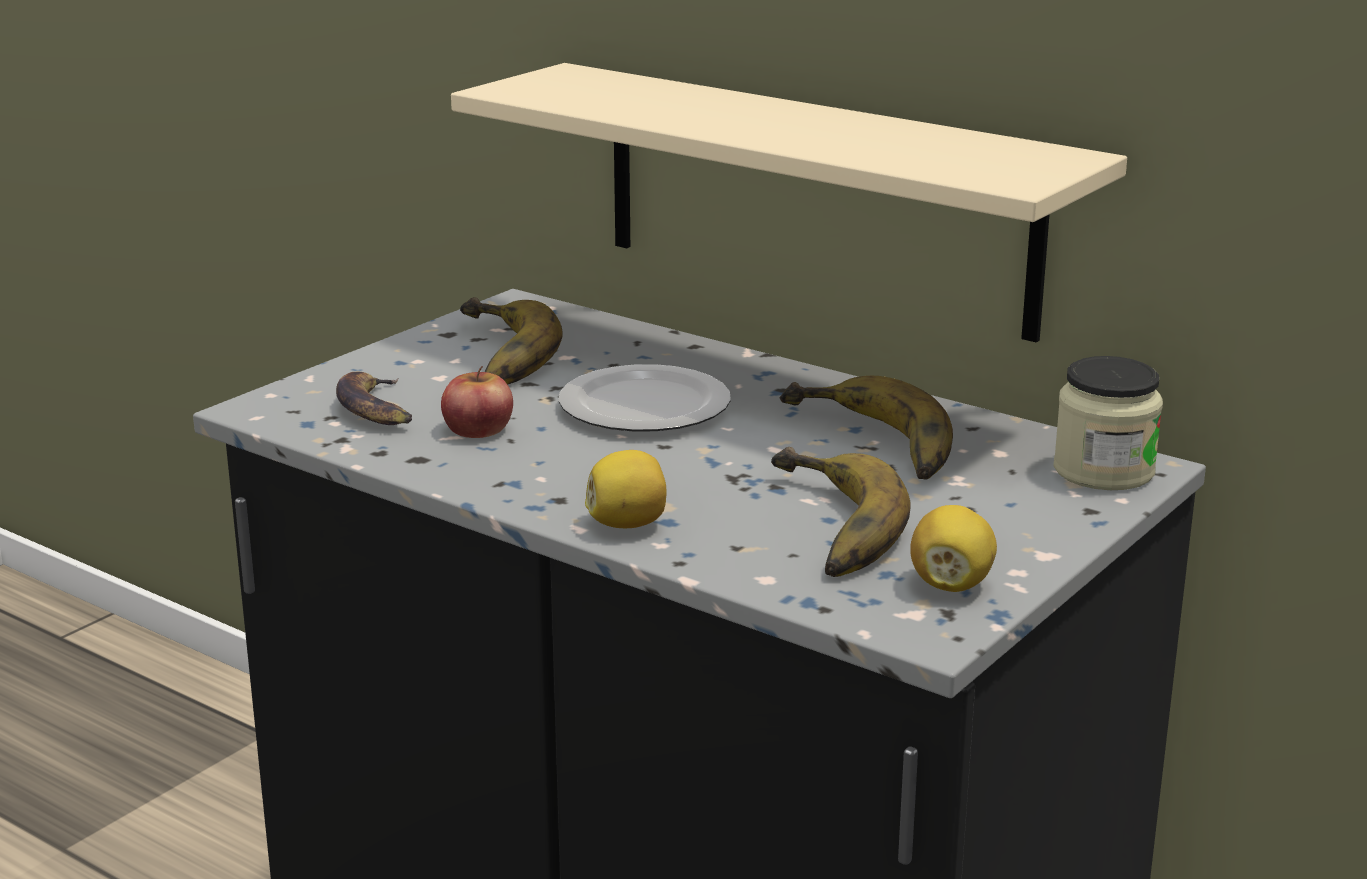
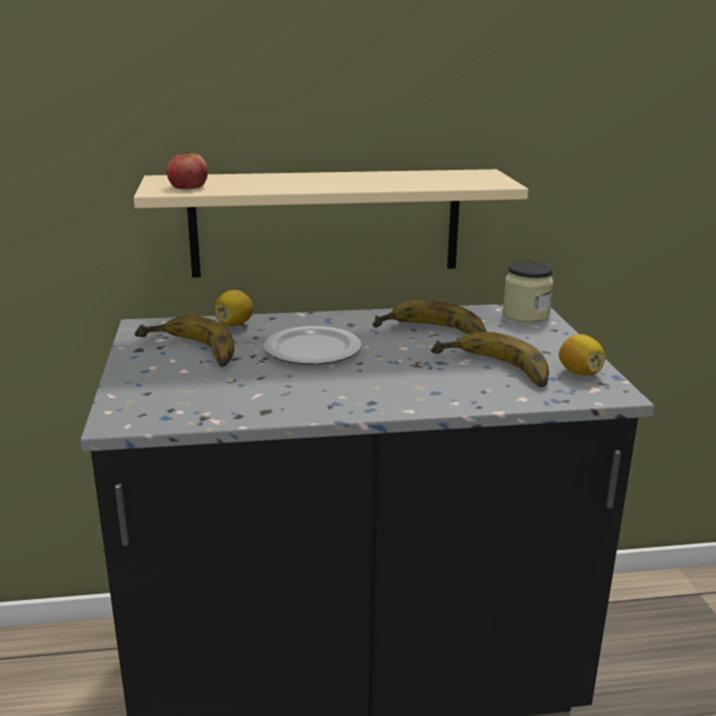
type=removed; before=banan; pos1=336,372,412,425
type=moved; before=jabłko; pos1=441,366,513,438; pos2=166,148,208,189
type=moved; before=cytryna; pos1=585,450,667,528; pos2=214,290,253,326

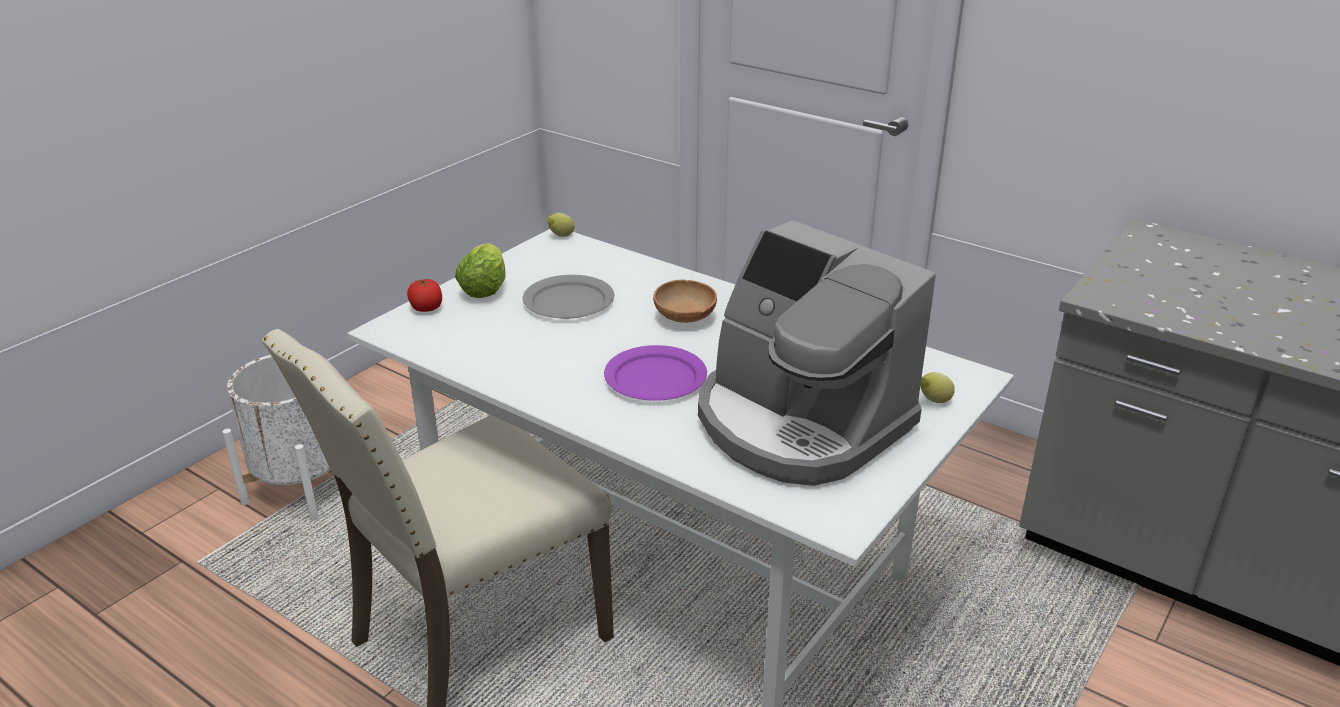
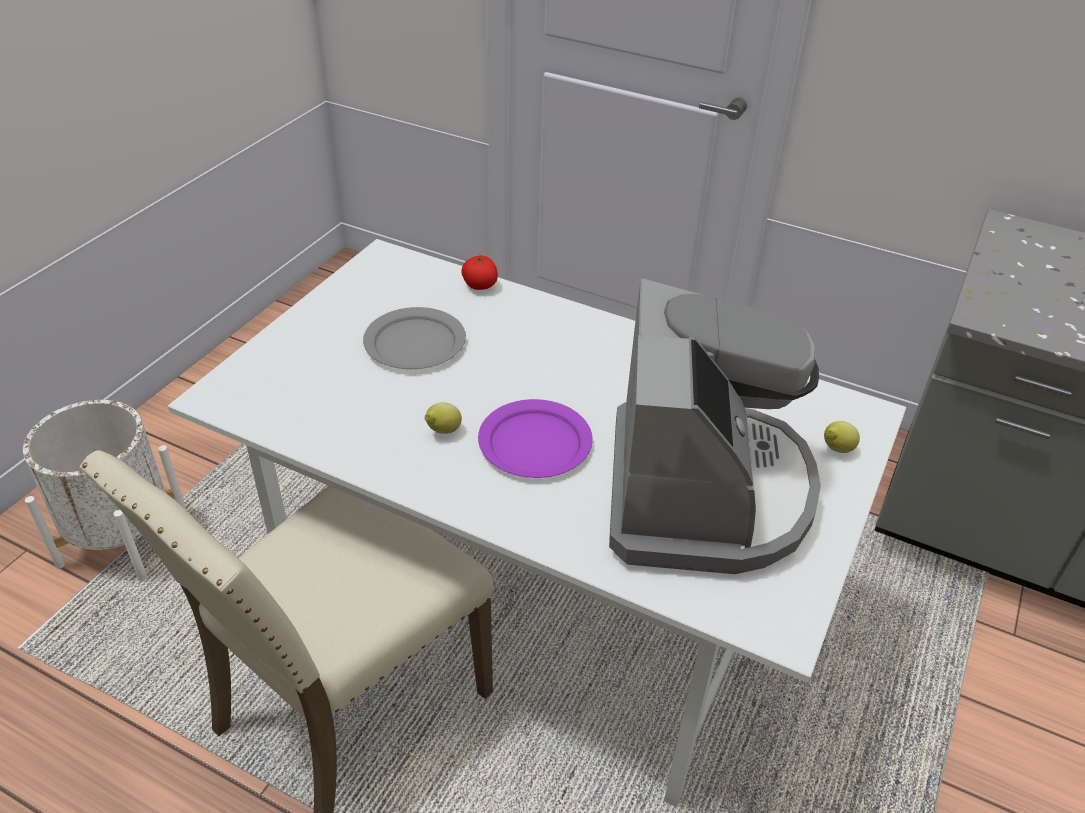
type=removed; before=sałata; pos1=455,243,506,298
type=removed; before=miska [brązowy]; pos1=653,280,717,323
type=moved; before=pomidor; pos1=407,279,442,312; pos2=461,254,498,290
type=moved; before=cytryna; pos1=546,213,575,237; pos2=425,402,462,434
type=turned; before=ekspres do kawy; pos1=698,220,936,486; pos2=609,278,821,574; turn=-120

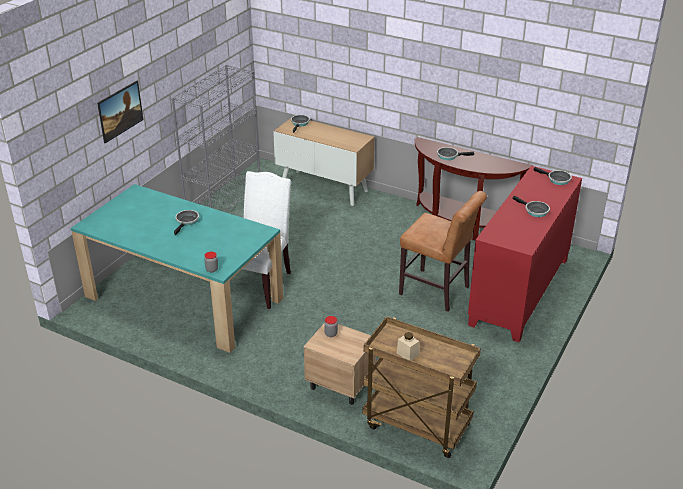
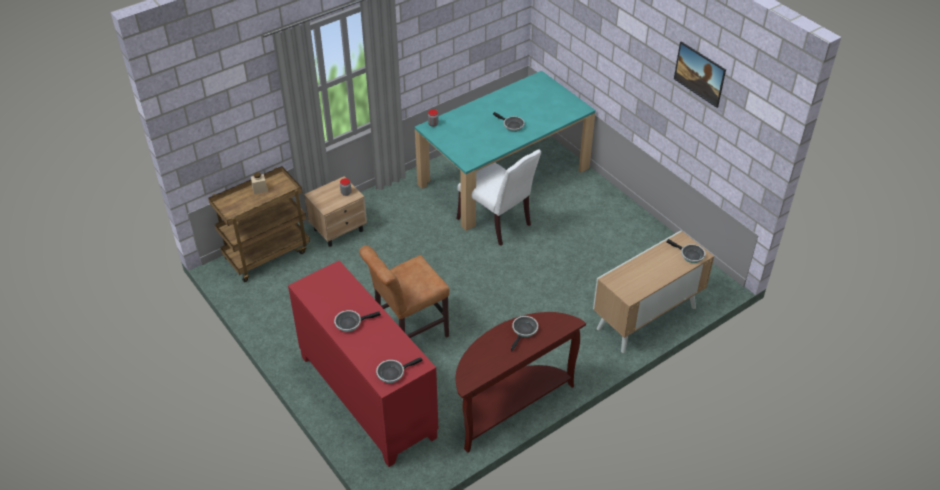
type=removed; before=regał [szary]; pos1=171,65,260,212
type=moved; before=obraz; pos1=97,81,143,143; pos2=674,41,726,108

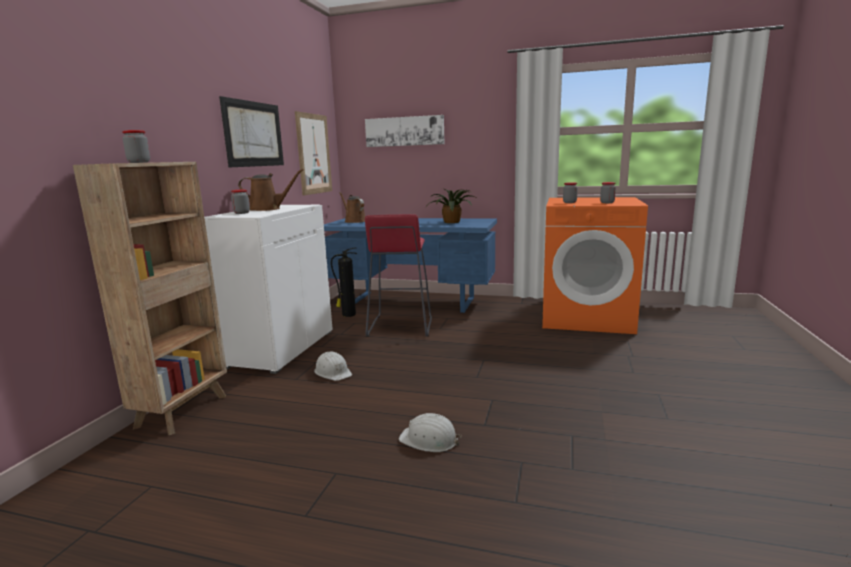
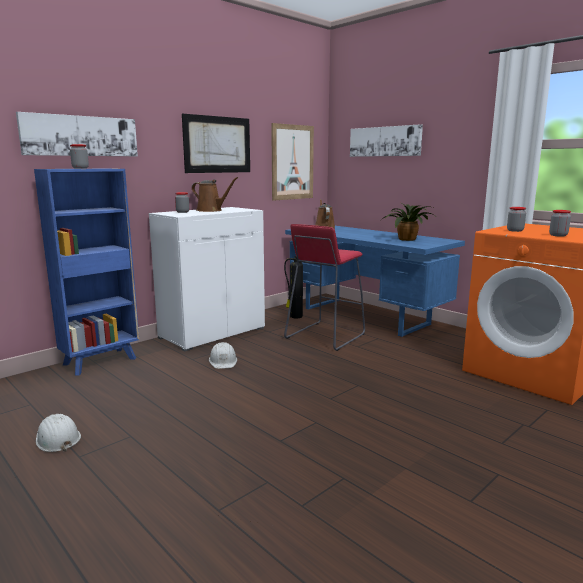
type=added; after=obraz; pos2=16,112,138,156
type=moved; before=kask [biały]; pos1=399,413,462,452; pos2=36,414,81,452
type=recoloured; before=regał [brązowy]; after=regał [niebieski]; pos1=73,162,227,435; pos2=34,169,139,375

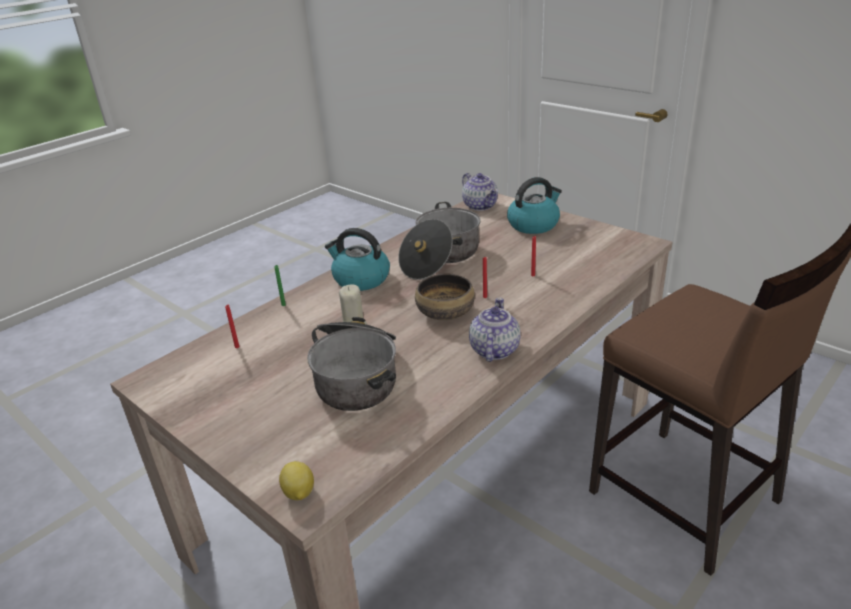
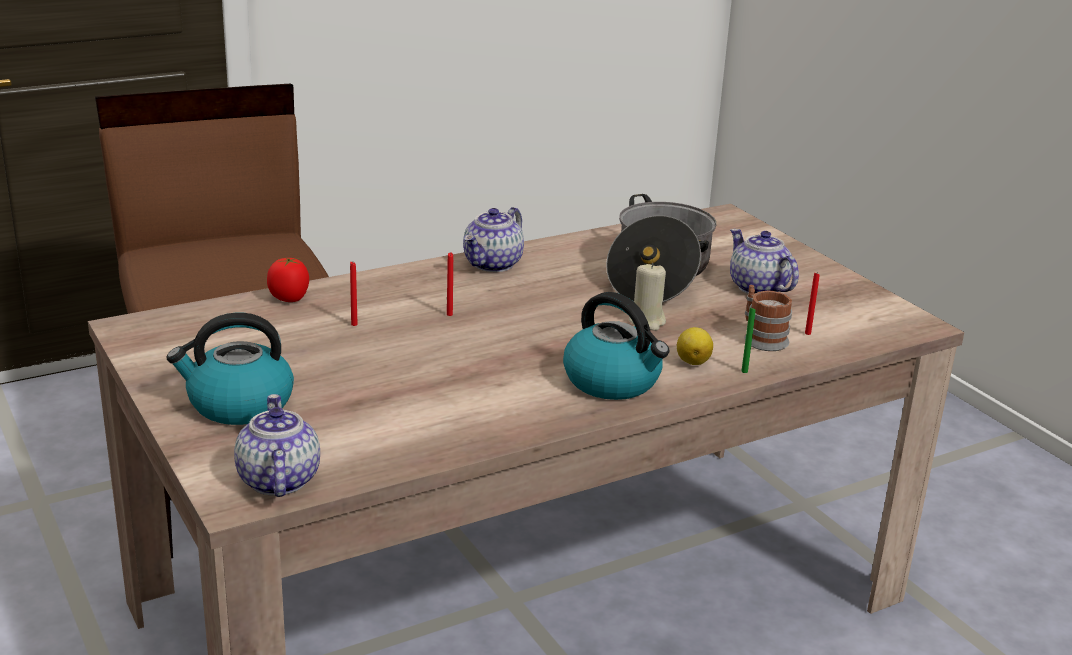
type=removed; before=garnek; pos1=398,202,480,280
type=removed; before=miska; pos1=415,274,475,320
type=added; after=pomidor; pos2=267,257,309,302
type=added; after=imbryk; pos2=730,229,799,294
type=added; after=kubek; pos2=744,285,792,351
type=moved; before=cytryna; pos1=279,461,314,500; pos2=677,327,713,365

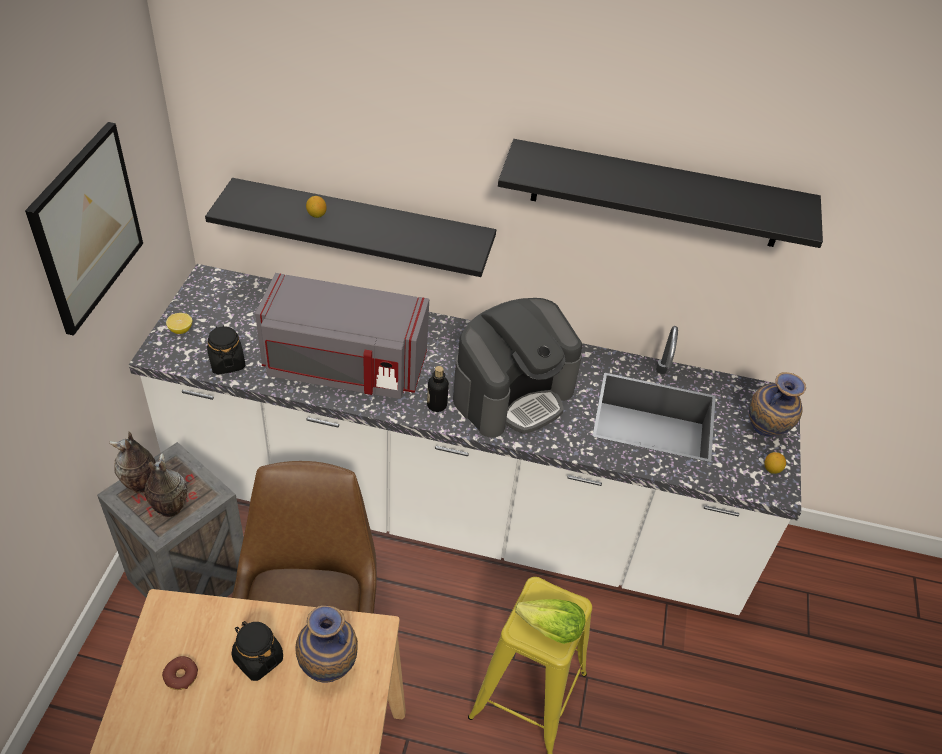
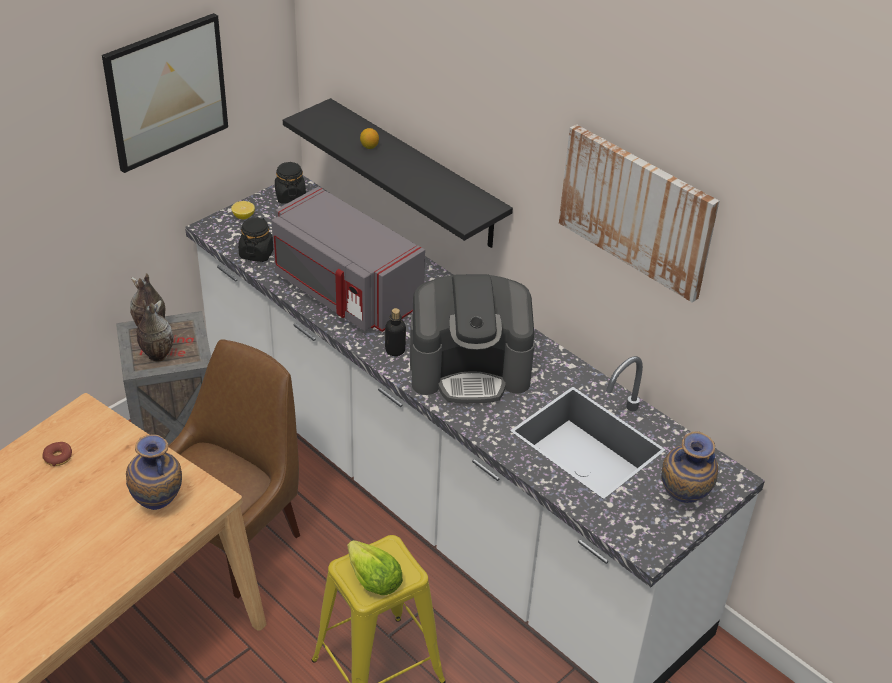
type=removed; before=cytryna; pos1=764,452,786,474
type=moved; before=słoik [czarny]; pos1=231,621,283,681; pos2=275,162,306,204
type=replaced; before=półka [czarny]; after=obraz; pos1=498,139,823,248; pos2=559,124,719,303

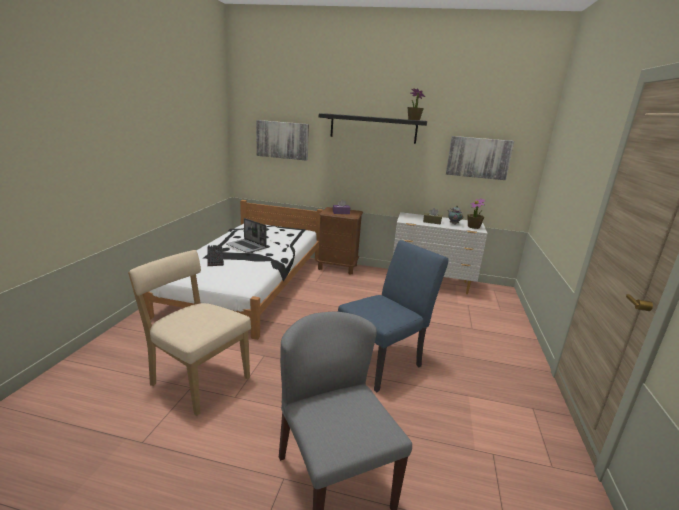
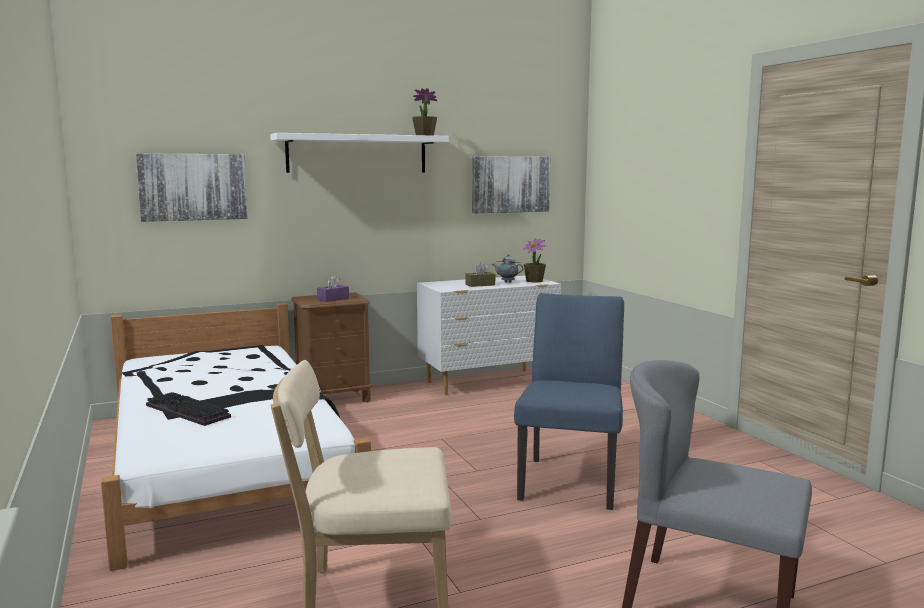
type=removed; before=laptop; pos1=226,218,266,253
type=recoloured; before=półka [czarny]; after=półka [biały]; pos1=319,113,427,144; pos2=270,133,449,173

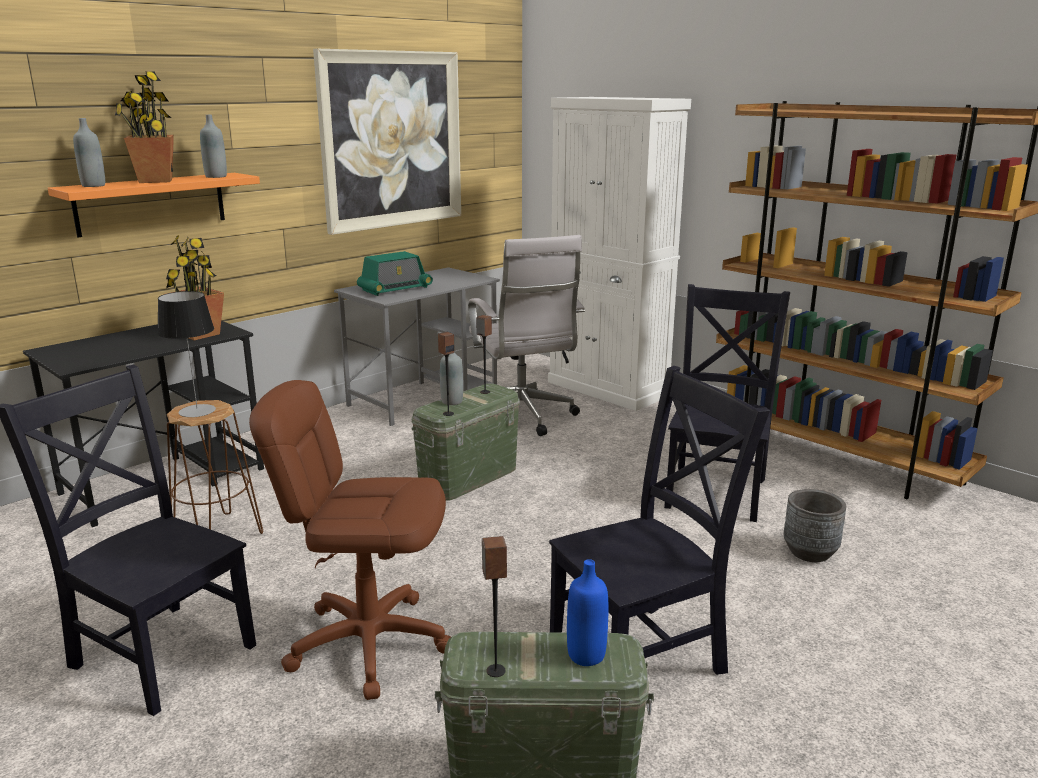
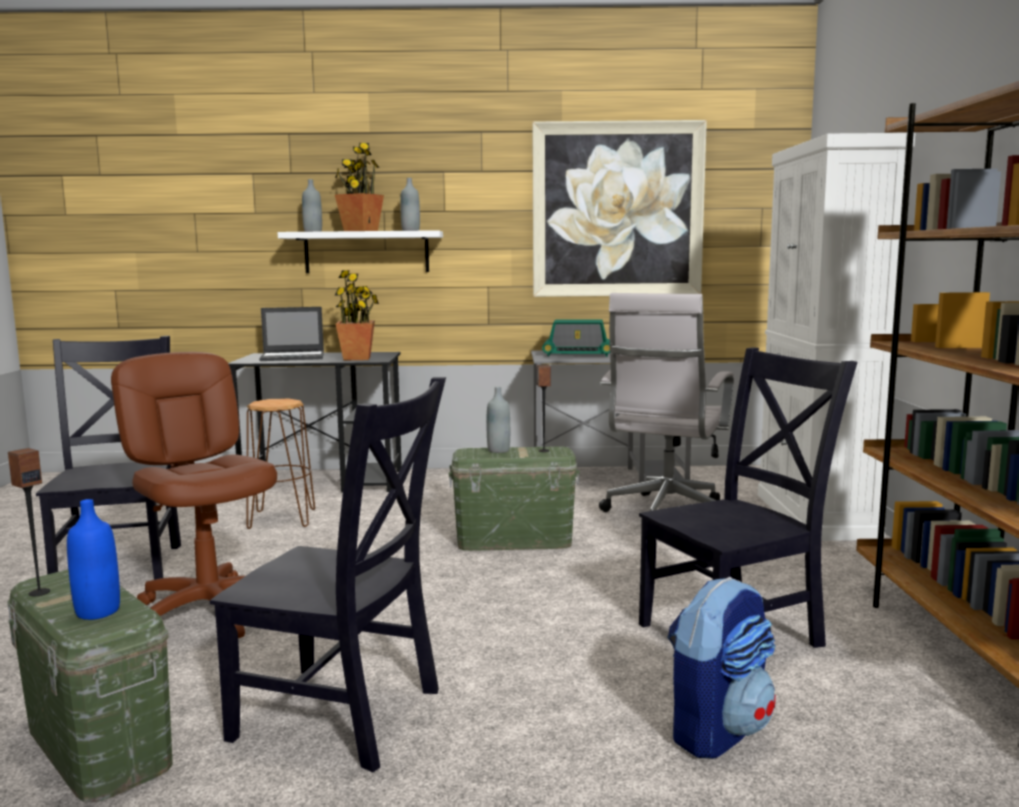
type=removed; before=lampa stołowa; pos1=157,291,216,417
type=removed; before=głośnik; pos1=438,332,455,416
type=added; after=laptop; pos2=259,307,324,361
type=replaced; before=donica [szary]; after=plecak; pos1=784,489,846,562; pos2=667,577,776,759
type=recoloured; before=półka [pomarańczowy]; after=półka [biały]; pos1=48,173,260,237; pos2=277,230,443,273

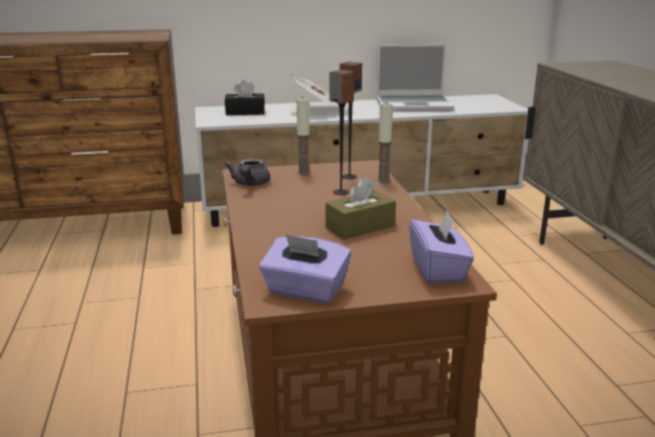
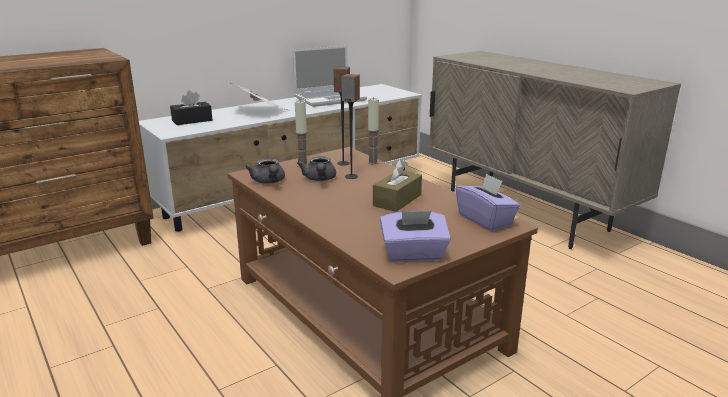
type=added; after=imbryk [szary]; pos2=297,156,336,181

